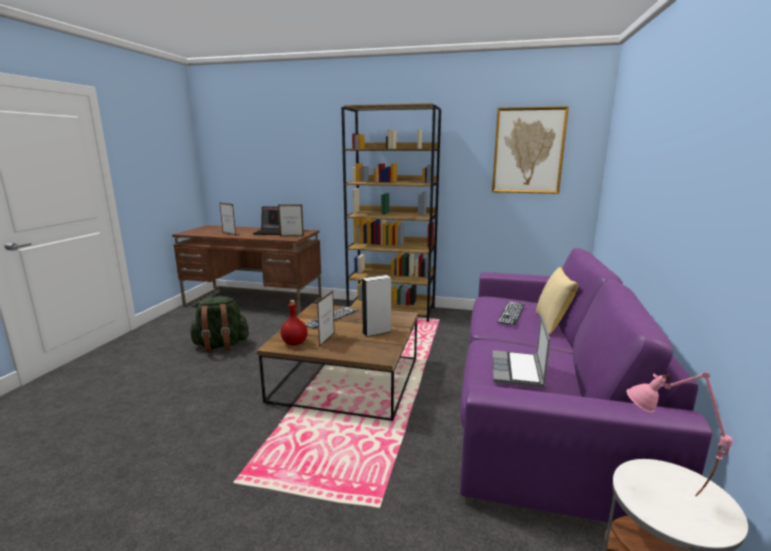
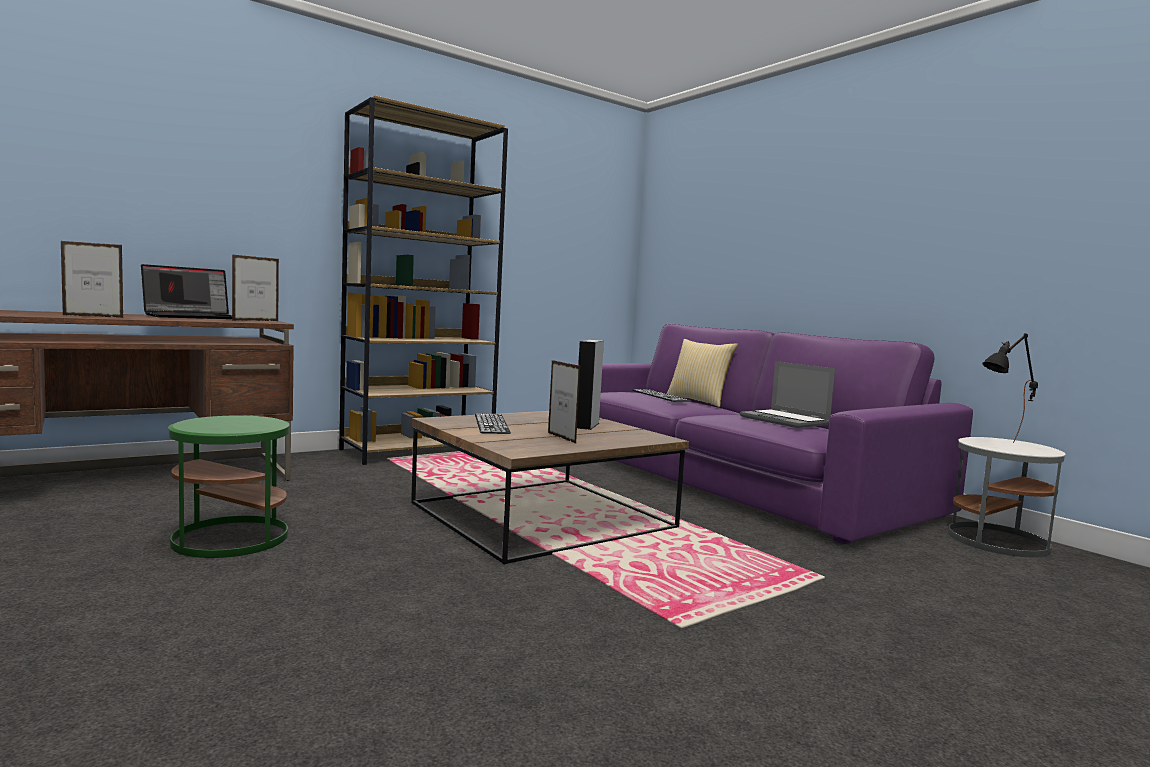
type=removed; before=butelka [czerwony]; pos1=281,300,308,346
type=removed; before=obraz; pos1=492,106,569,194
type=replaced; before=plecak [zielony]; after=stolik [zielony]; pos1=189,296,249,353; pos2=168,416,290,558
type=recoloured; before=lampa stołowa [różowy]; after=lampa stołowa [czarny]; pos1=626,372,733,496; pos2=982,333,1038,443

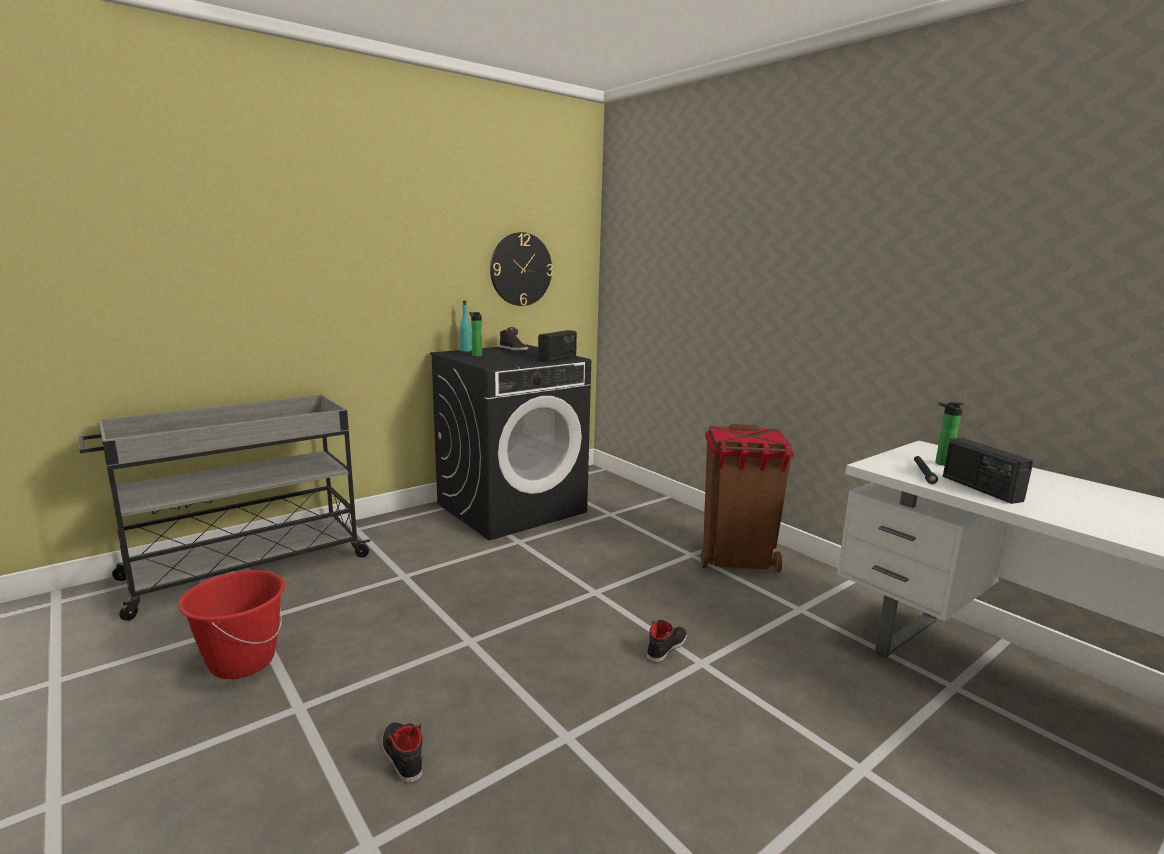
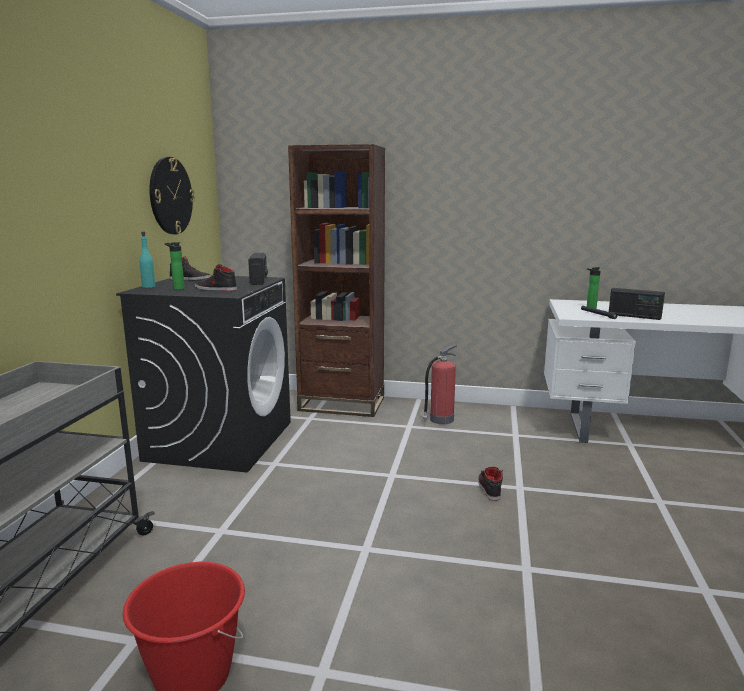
type=added; after=regał [brązowy]; pos2=288,144,385,417
type=moved; before=but [czarny]; pos1=382,722,423,783; pos2=195,264,237,291
type=replaced; before=kosz na śmieci [brązowy]; after=gaśnica; pos1=701,424,794,573; pos2=423,344,457,424

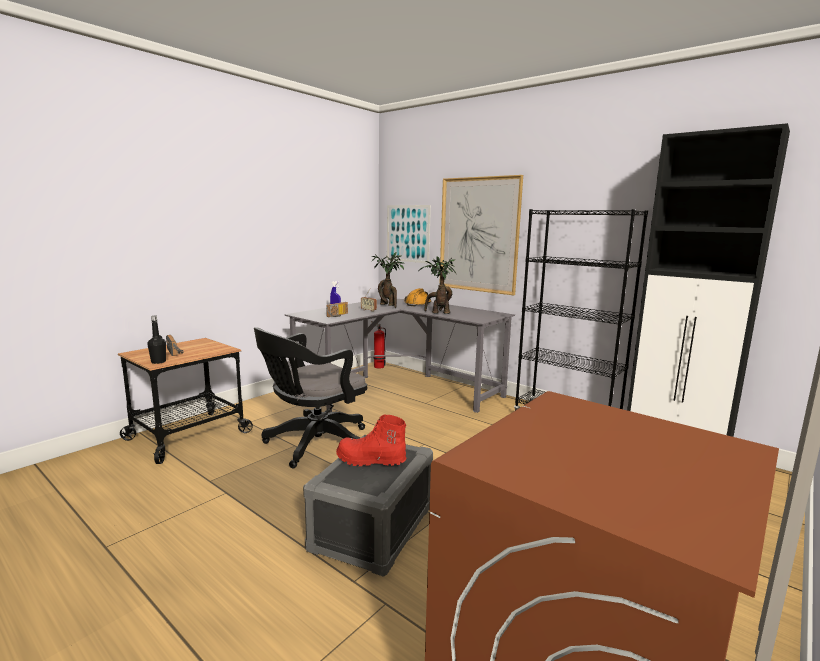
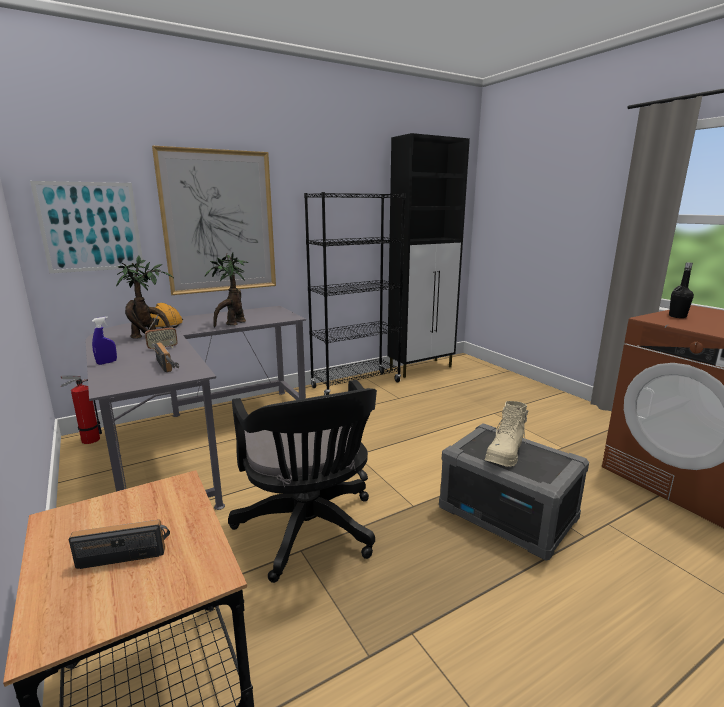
type=moved; before=butelka [czarny]; pos1=148,316,166,364; pos2=669,262,694,318
type=recoloured; before=but z cholewką [czerwony]; after=but z cholewką [beżowy]; pos1=336,415,406,466; pos2=484,401,529,467

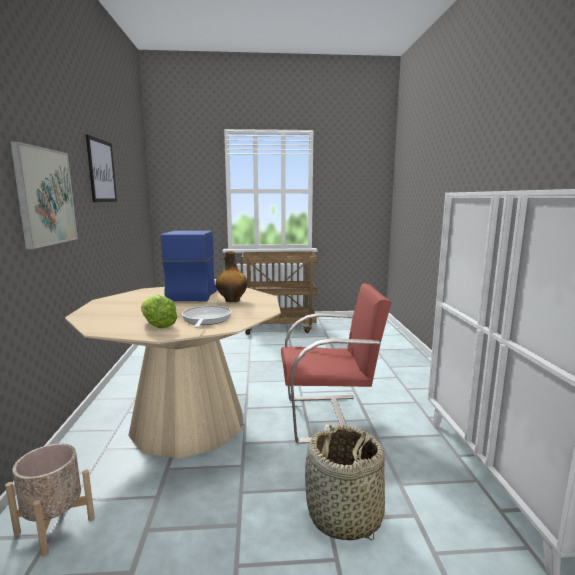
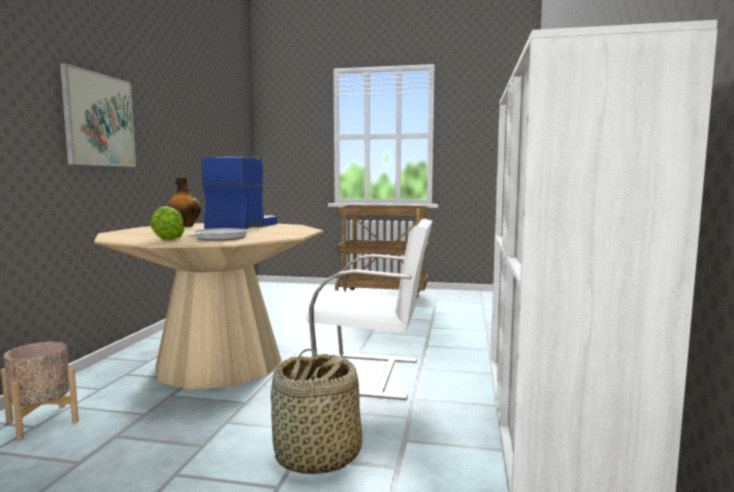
type=removed; before=obraz; pos1=86,135,117,202
type=moved; before=butelka; pos1=216,251,248,302; pos2=168,176,201,227
type=recoloured; before=krzesło [czerwony]; after=krzesło [biały]; pos1=281,283,391,444; pos2=306,219,432,400

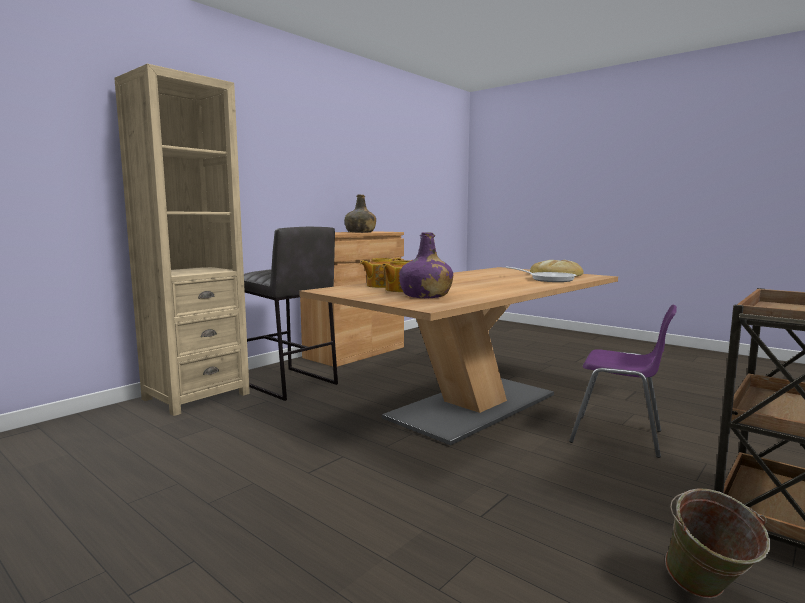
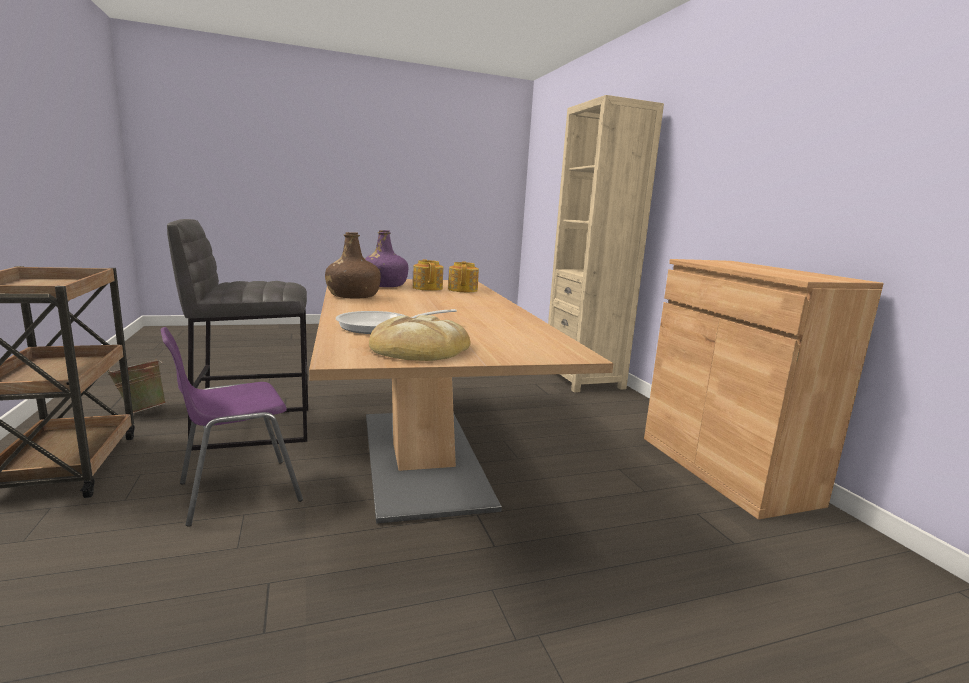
type=removed; before=butelka [zielony]; pos1=345,195,376,233
type=added; after=butelka [brązowy]; pos2=325,232,381,299
type=moved; before=stołek [szary]; pos1=244,227,338,401; pos2=167,219,308,450

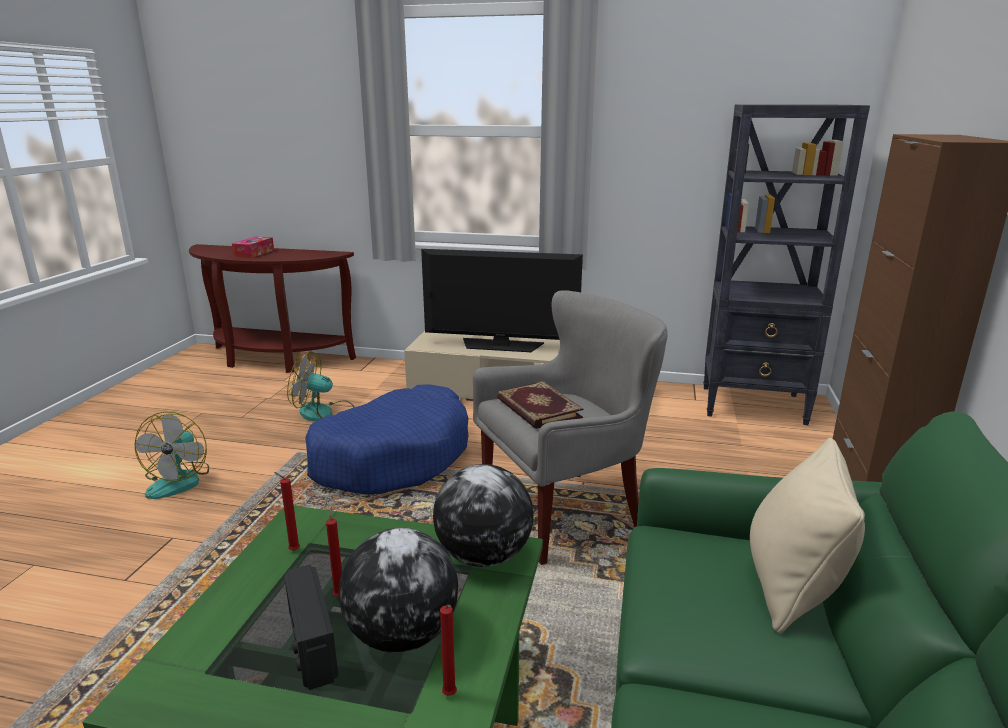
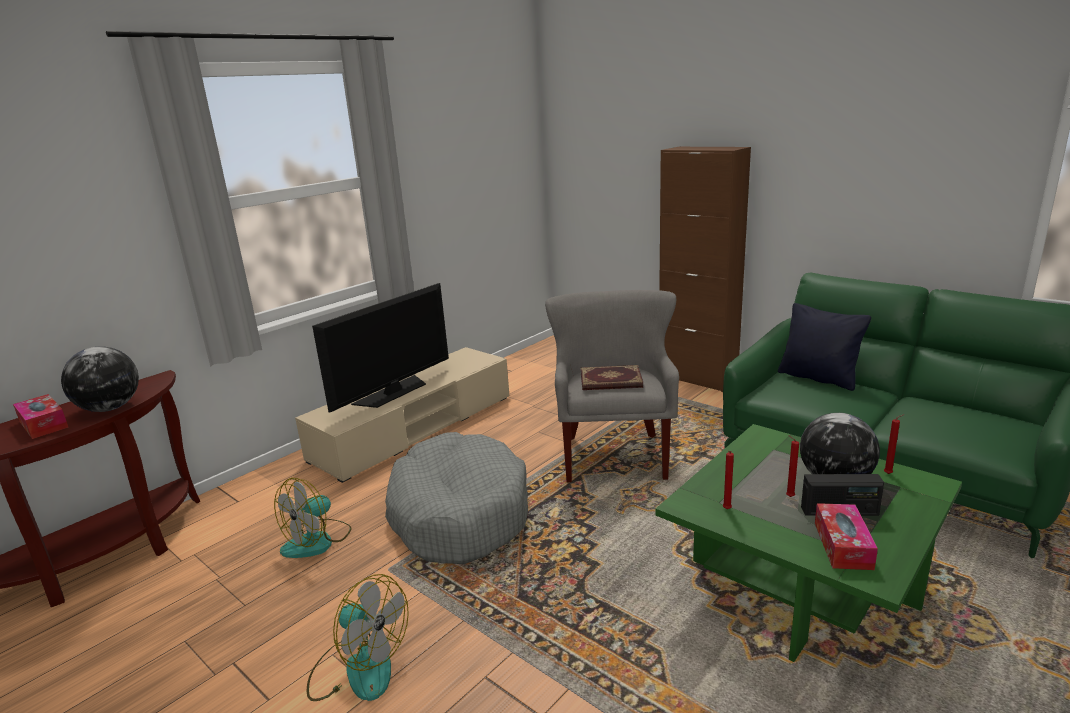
type=removed; before=regał [czarny]; pos1=703,104,870,425
type=added; after=pudełko chusteczek; pos2=815,503,878,570
type=moved; before=globus; pos1=433,464,534,567; pos2=61,346,139,412
type=recoloured; before=legowisko [niebieski]; after=legowisko [szary]; pos1=305,384,469,494; pos2=385,432,528,564
type=recoloured; before=poduszka [beżowy]; after=poduszka [czarny]; pos1=750,438,865,633; pos2=778,303,871,391

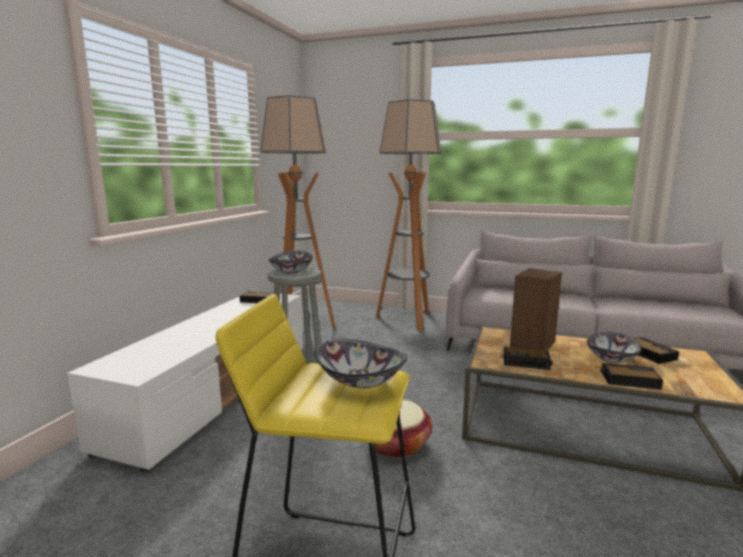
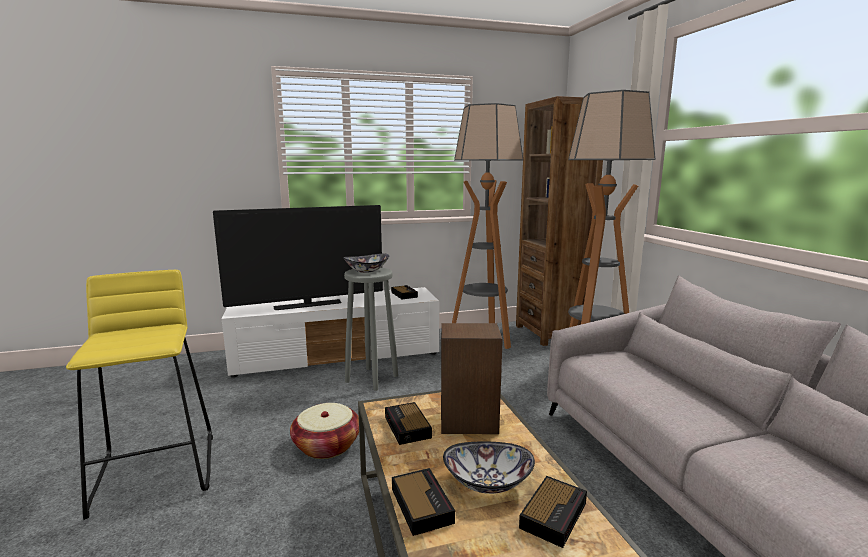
type=removed; before=miska; pos1=315,338,407,389
type=added; after=telewizor; pos2=213,205,383,310
type=added; after=regał [brązowy]; pos2=516,96,603,346

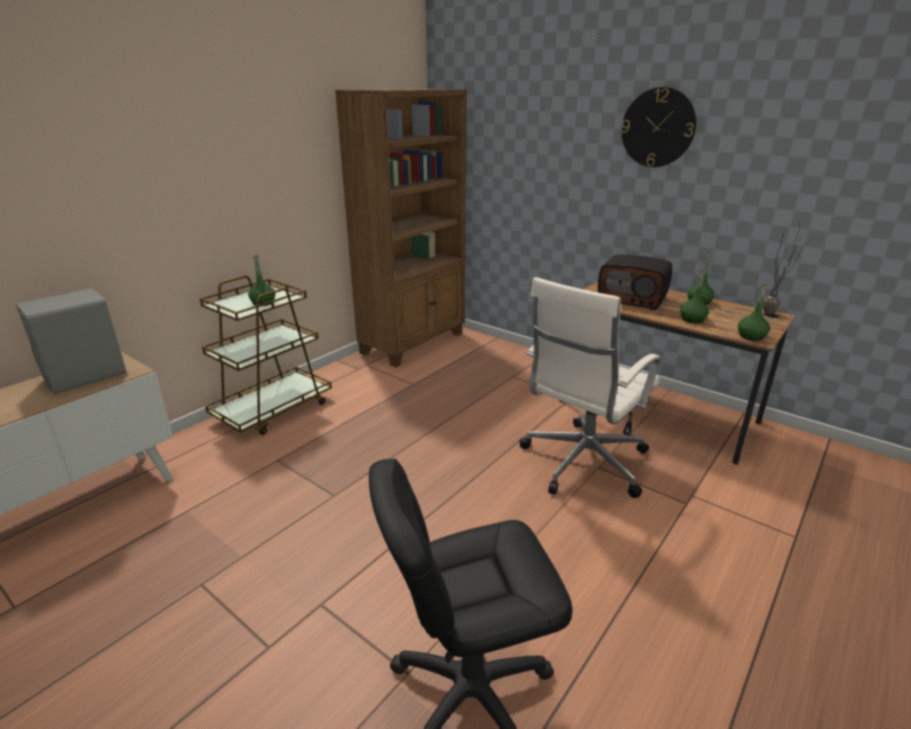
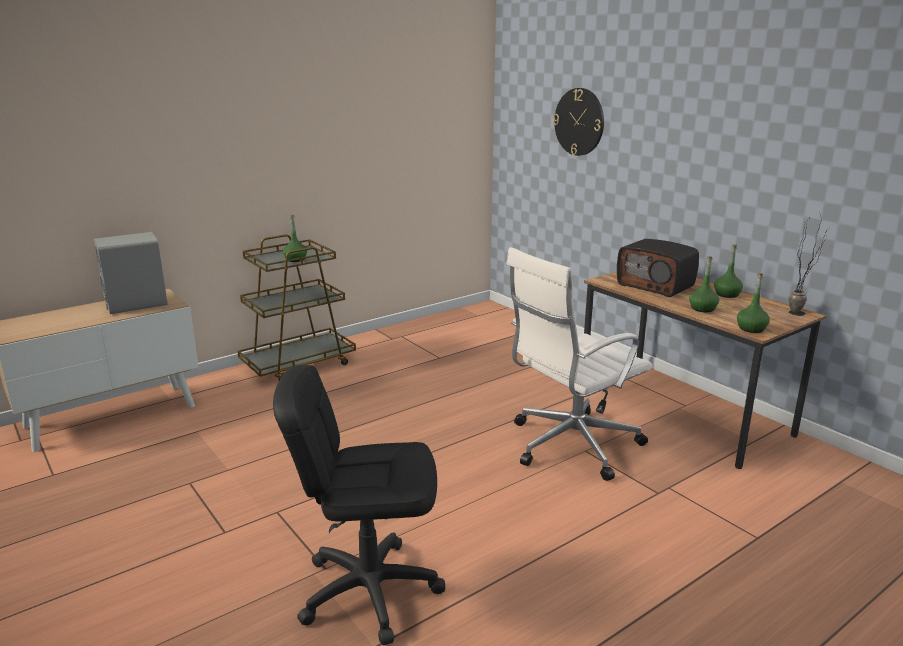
type=removed; before=regał [brązowy]; pos1=335,89,467,367
type=moved; before=zegar ścienny; pos1=621,87,696,167; pos2=553,88,604,156

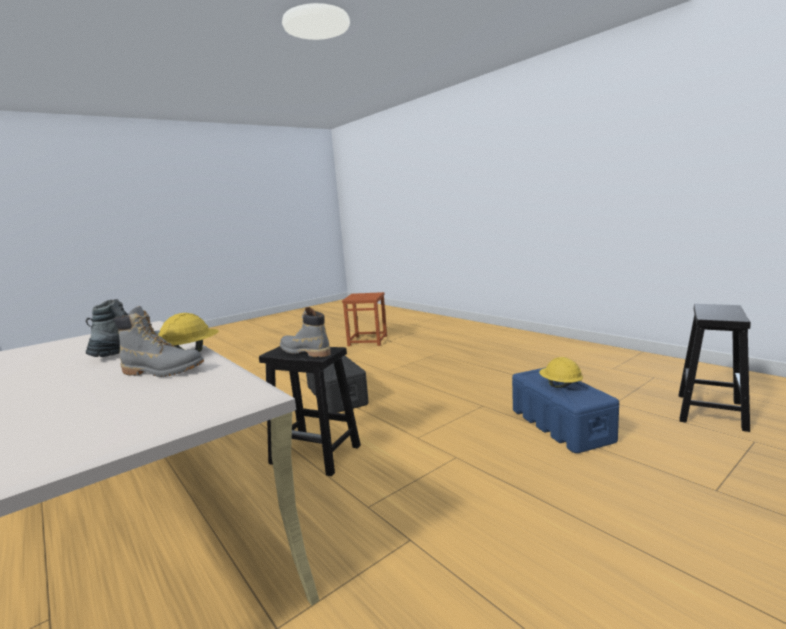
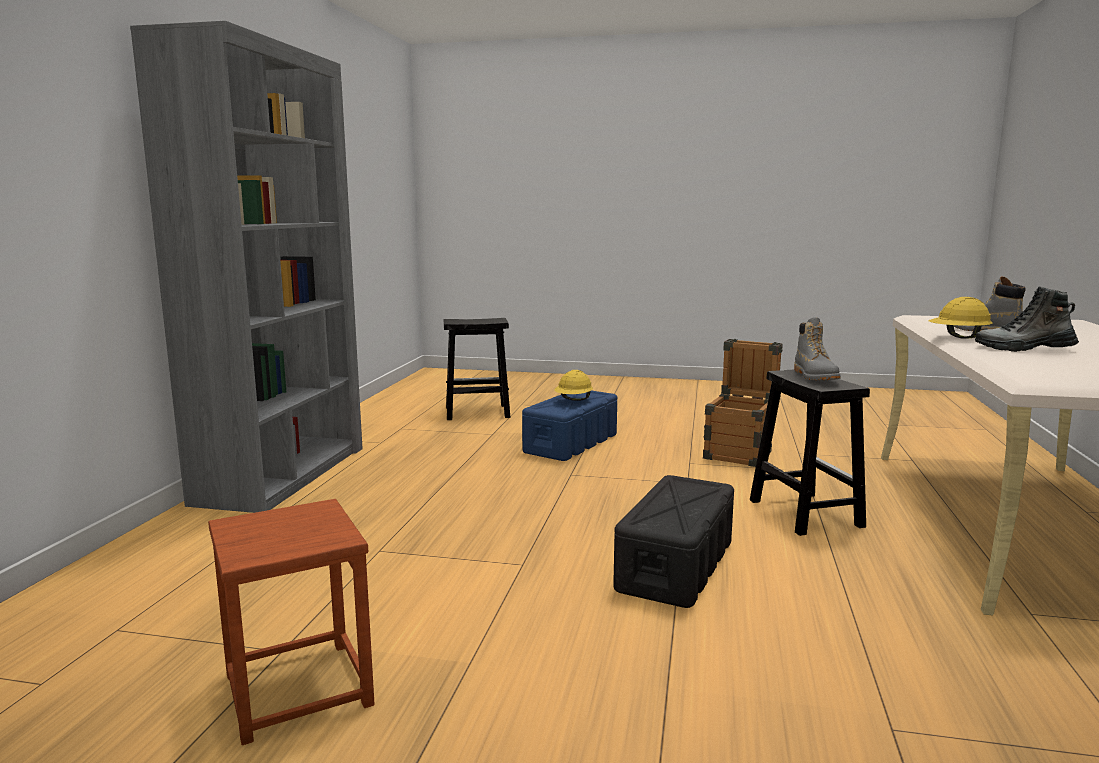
type=added; after=regał [szary]; pos2=130,21,363,513
type=added; after=skrzynka; pos2=703,339,783,467

